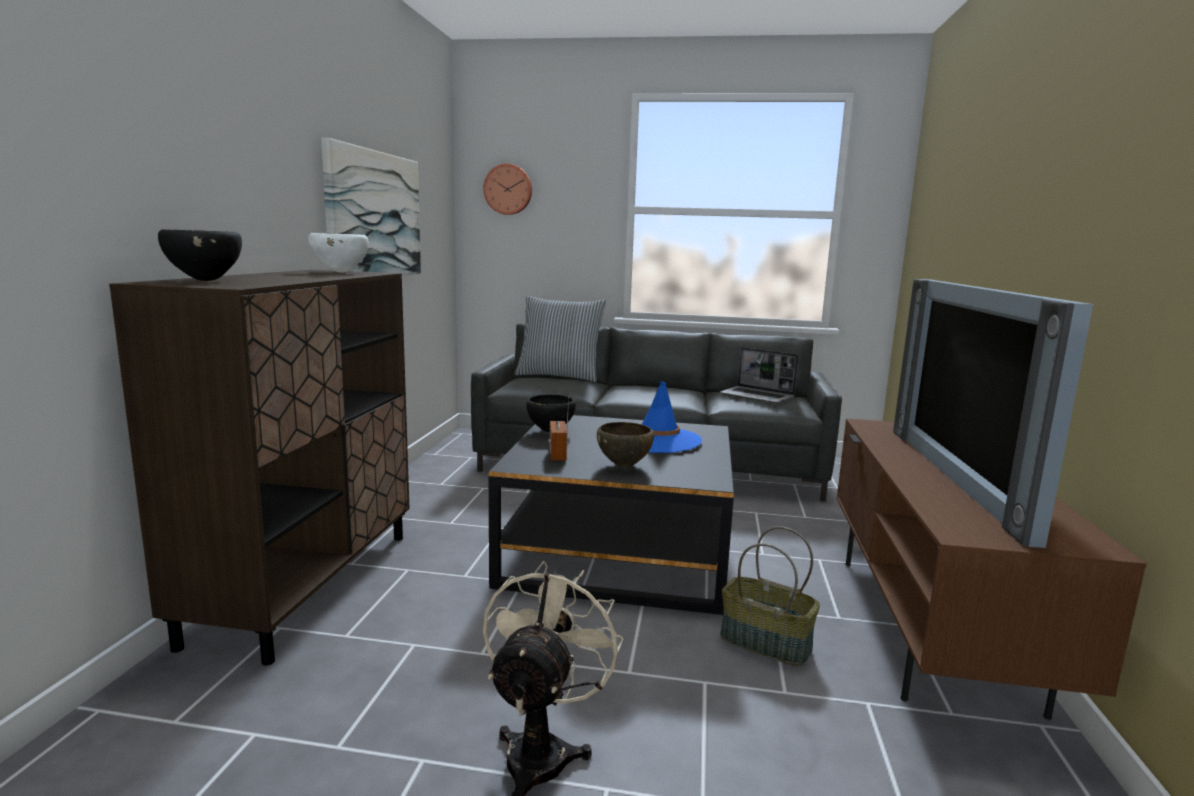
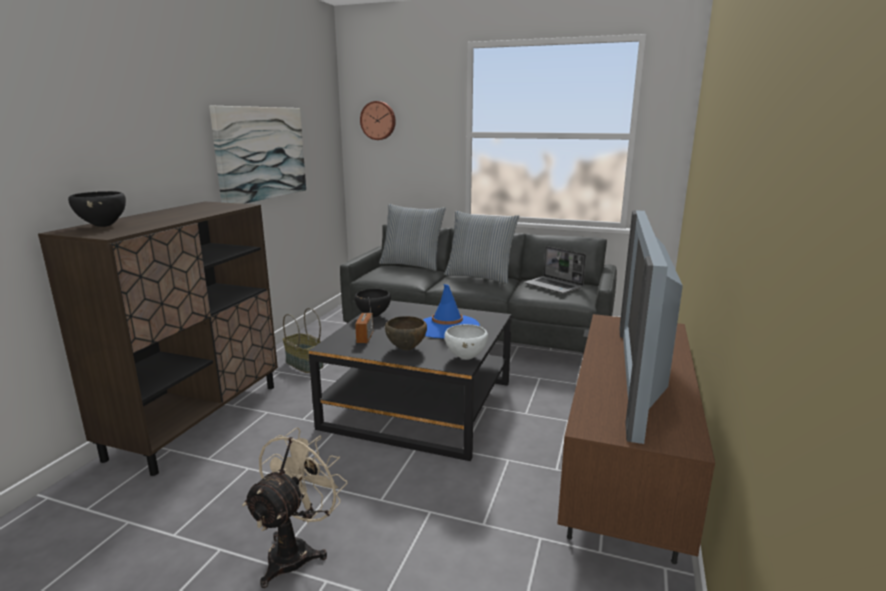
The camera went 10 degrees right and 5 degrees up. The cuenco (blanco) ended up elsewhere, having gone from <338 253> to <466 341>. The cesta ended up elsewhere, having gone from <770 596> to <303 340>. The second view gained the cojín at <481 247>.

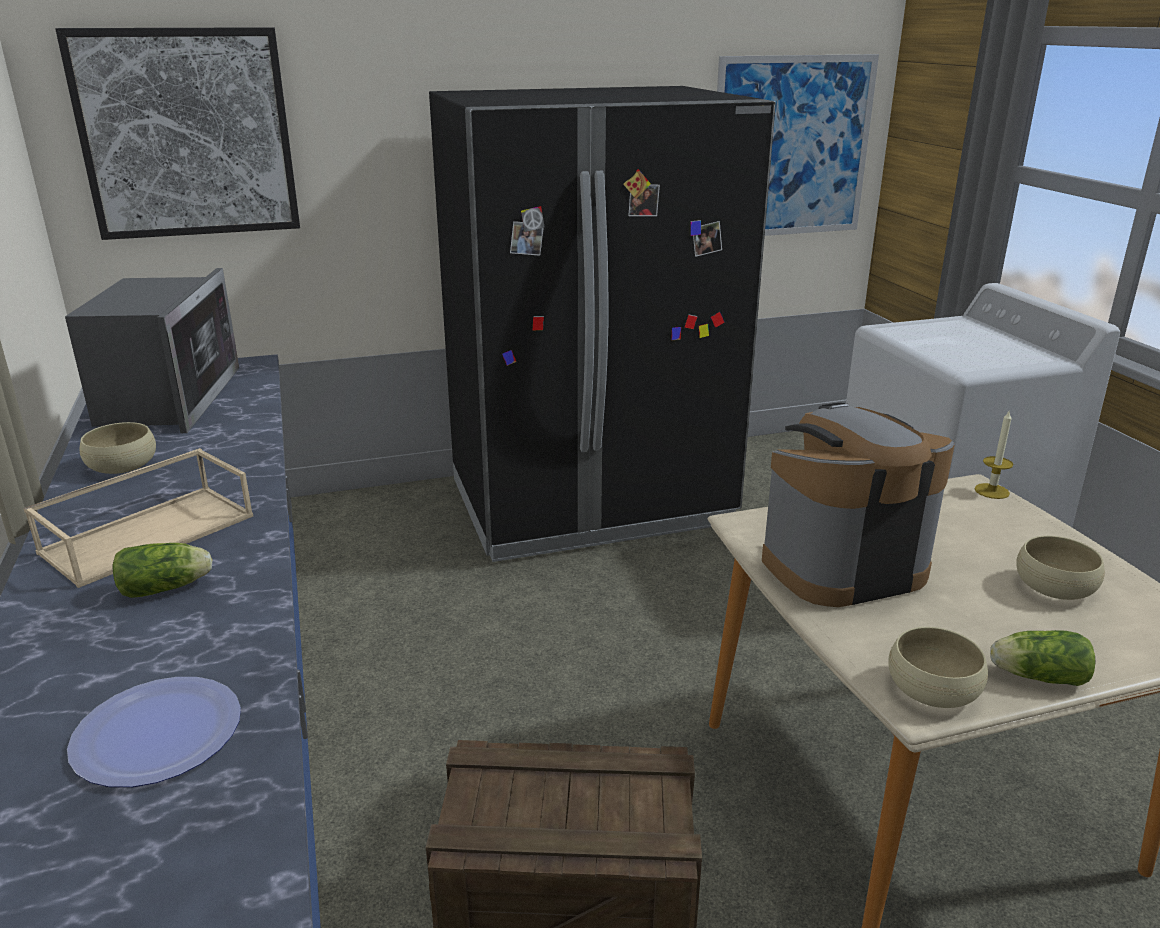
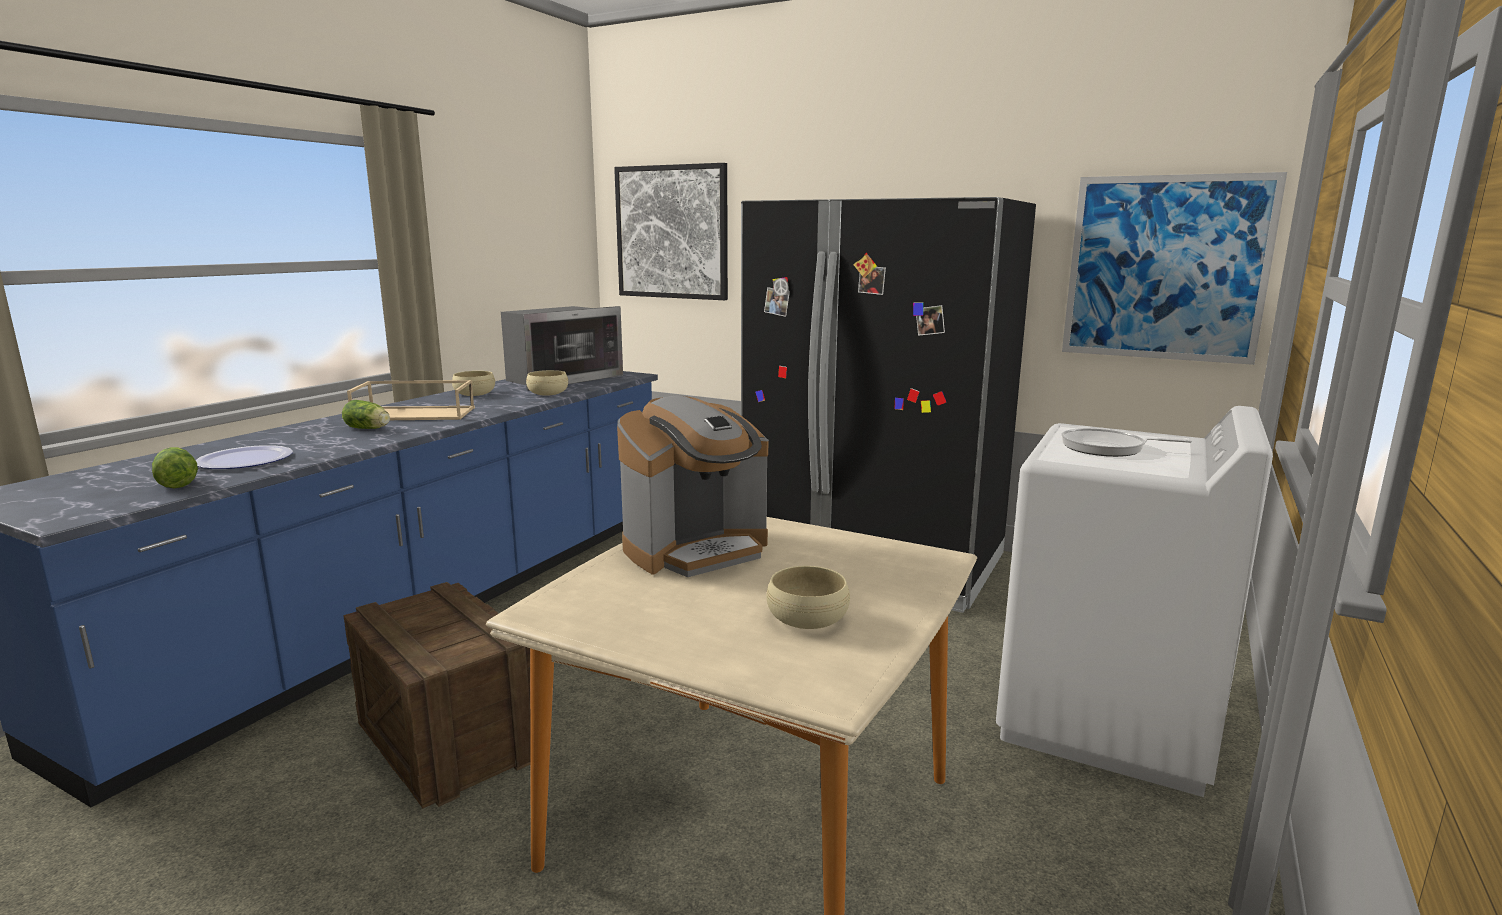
The camera went 45 degrees right and 10 degrees down. The cafetera at <858 505> ended up facing another way, 120 degrees clockwise from before. The second view lost the vela at <994 454>. The cuenco (beis) ended up elsewhere, having gone from <938 667> to <547 383>. The lechuga ended up elsewhere, having gone from <1042 658> to <175 467>. The second view gained the sartén at <1126 442>.

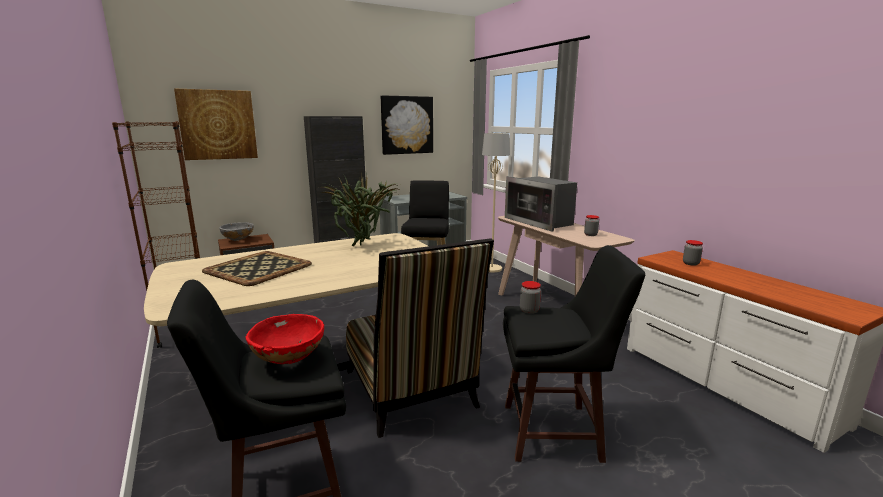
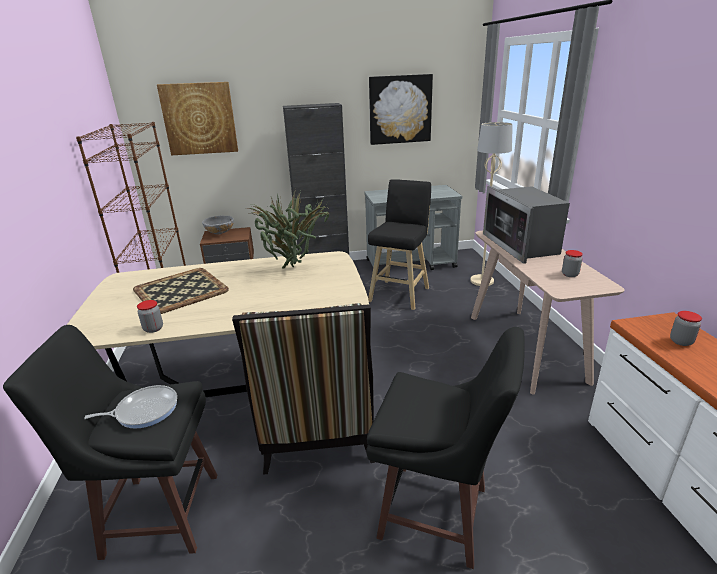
The camera went 20 degrees right and 10 degrees up. The tarro ended up elsewhere, having gone from <530 297> to <150 316>. Where the cuenco (rojo) stood at <284 339>, the sartén came to stand at <130 407>.

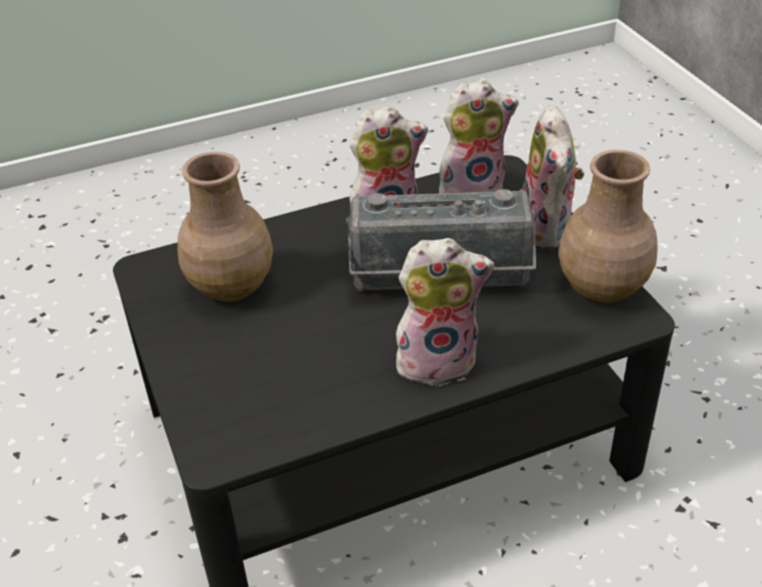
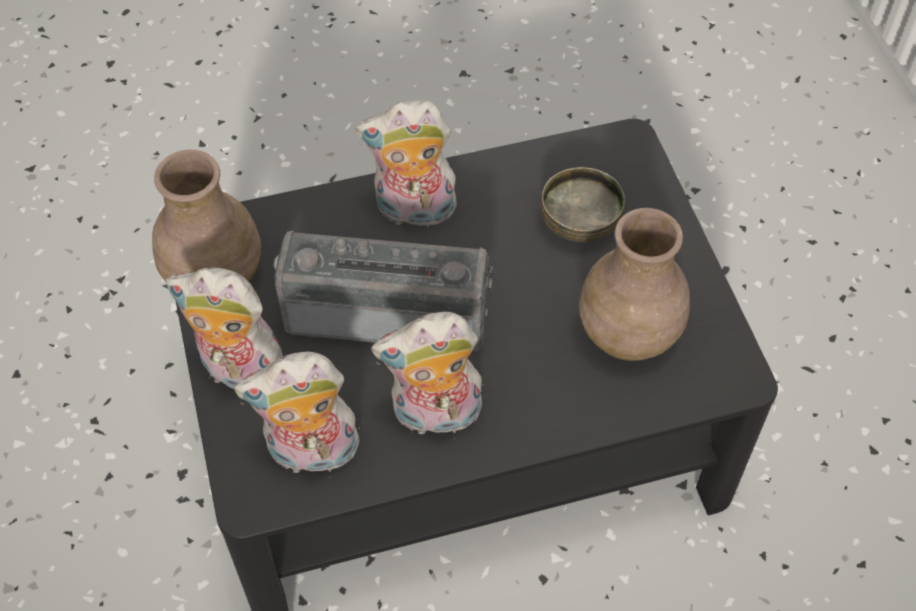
The camera went 175 degrees left and 15 degrees up. The peluche at <553 176> ended up facing another way, 75 degrees counterclockwise from before. The second view gained the cuenco at <583 204>.

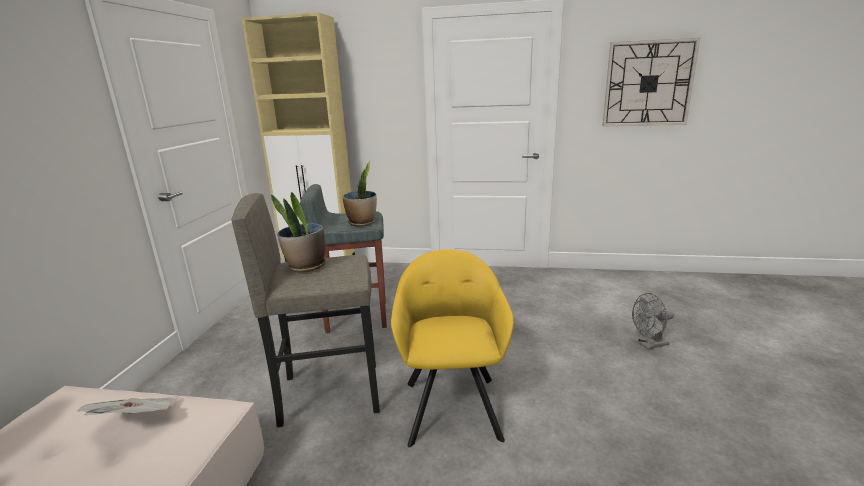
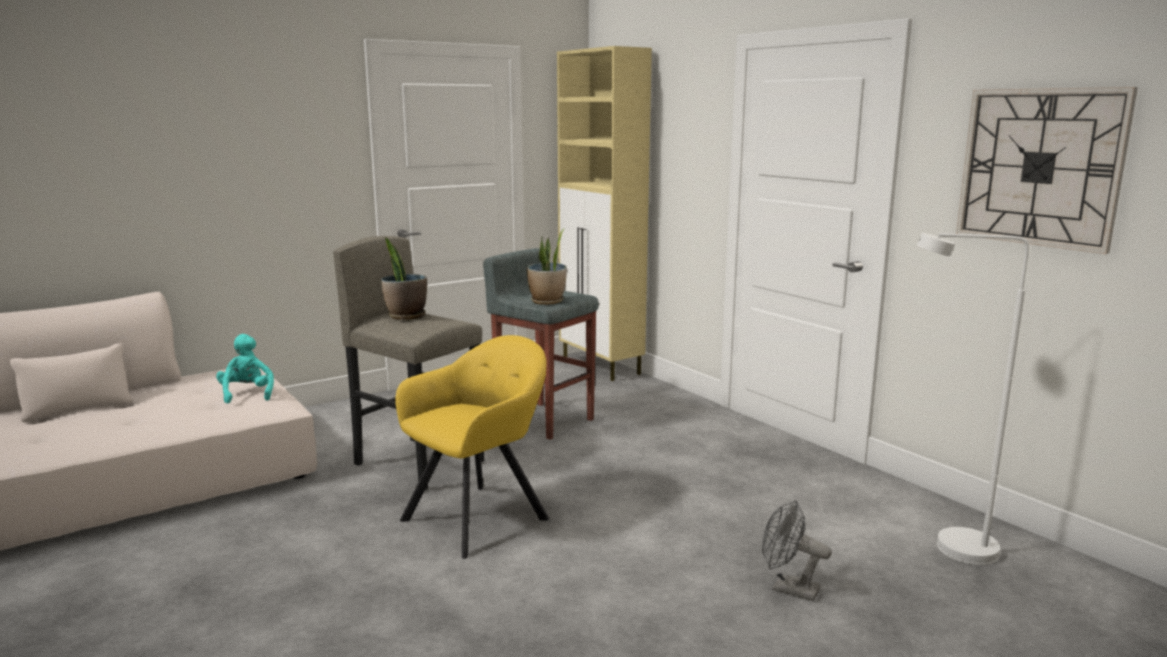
The camera went 45 degrees right and 5 degrees down. Where the periódico stood at <128 405>, the peluche (turquesa) came to stand at <245 369>. The second view gained the lámpara de pie (blanco) at <973 399>.

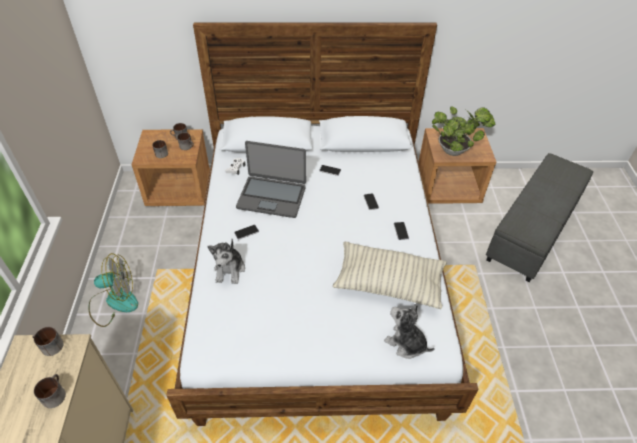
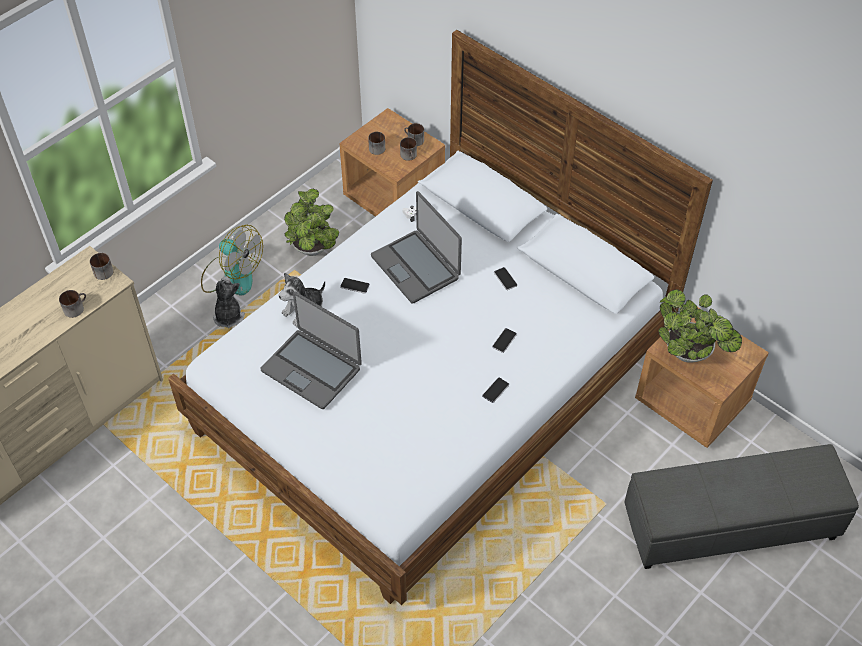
The camera went 45 degrees right and 5 degrees up. The second view lost the cojín at <390 275>. The peluche ended up elsewhere, having gone from <409 331> to <229 302>. The second view gained the planta en maceta at <311 222>. The second view gained the portátil at <311 350>.

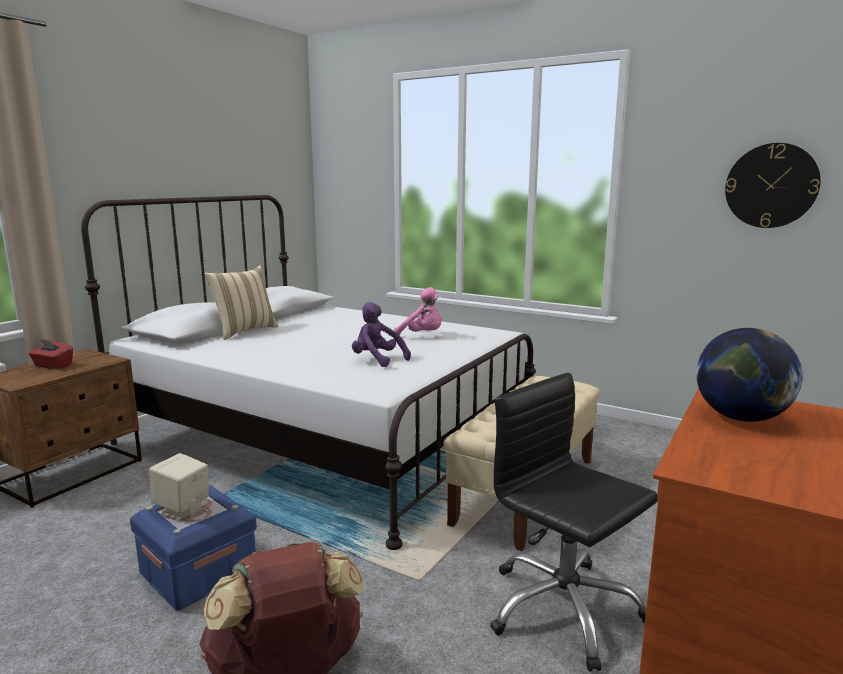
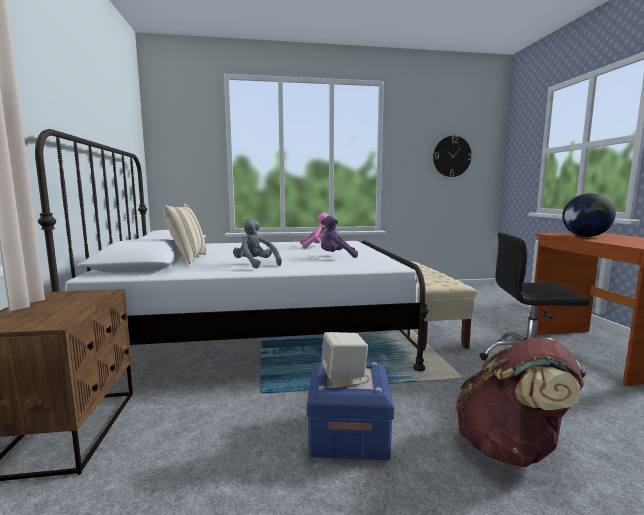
The camera went 40 degrees left and 5 degrees down. The second view lost the caja de pañuelos (rojo) at <51 354>. The second view gained the peluche (gris) at <257 243>.

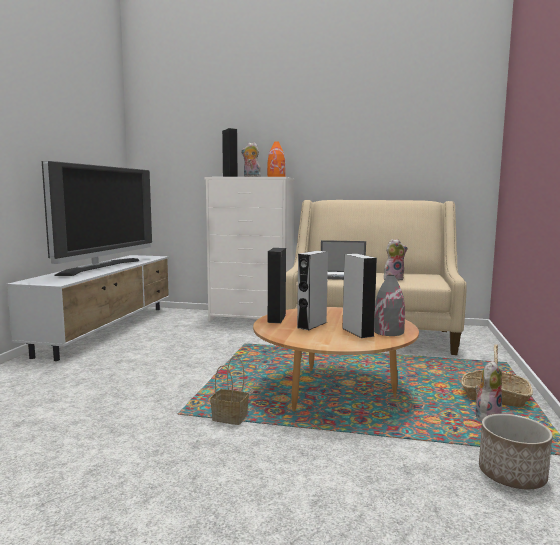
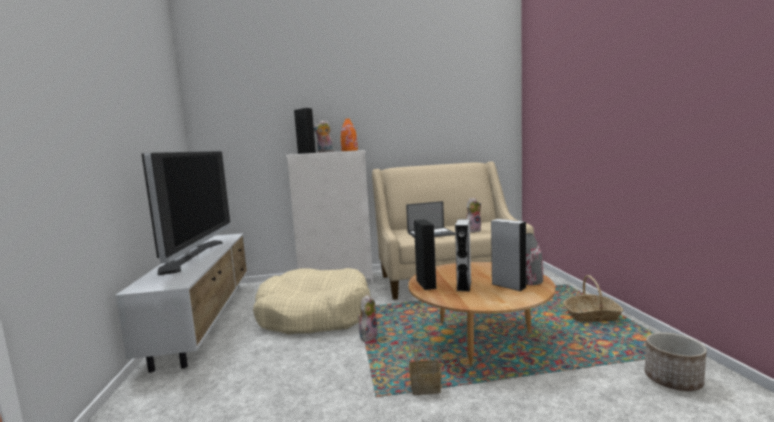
The camera went 20 degrees left and 0 degrees up. The peluche ended up elsewhere, having gone from <488 391> to <368 318>. The second view gained the cama para perro (beis) at <312 301>.

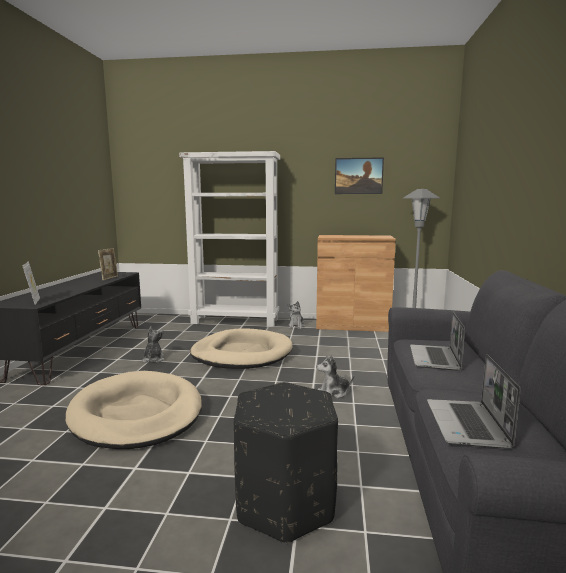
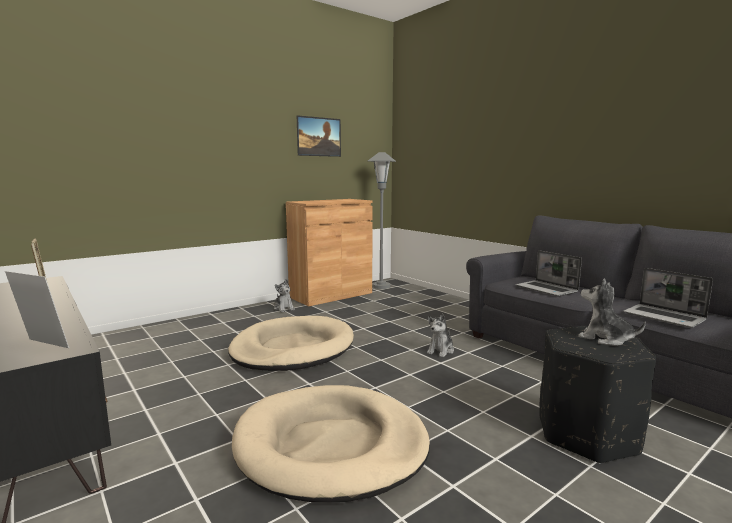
The camera went 45 degrees left and 0 degrees up. The second view lost the estantería (blanco) at <229 239>. The peluche ended up elsewhere, having gone from <153 344> to <612 312>.

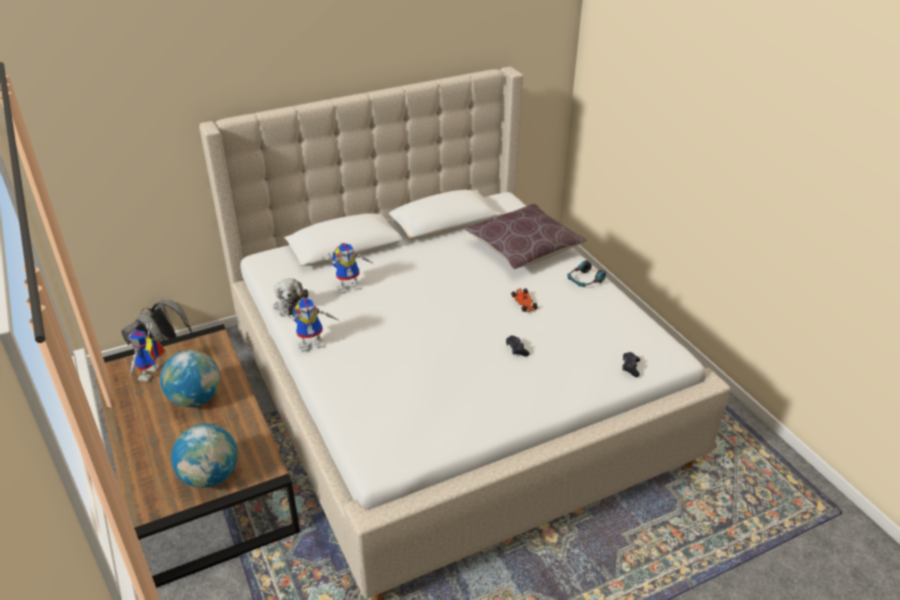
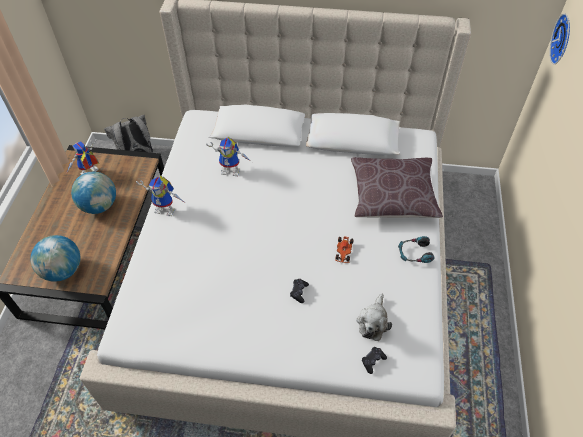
The camera went 35 degrees right and 15 degrees up. The peluche ended up elsewhere, having gone from <290 296> to <374 317>. The second view gained the reloj de pared at <559 38>.

